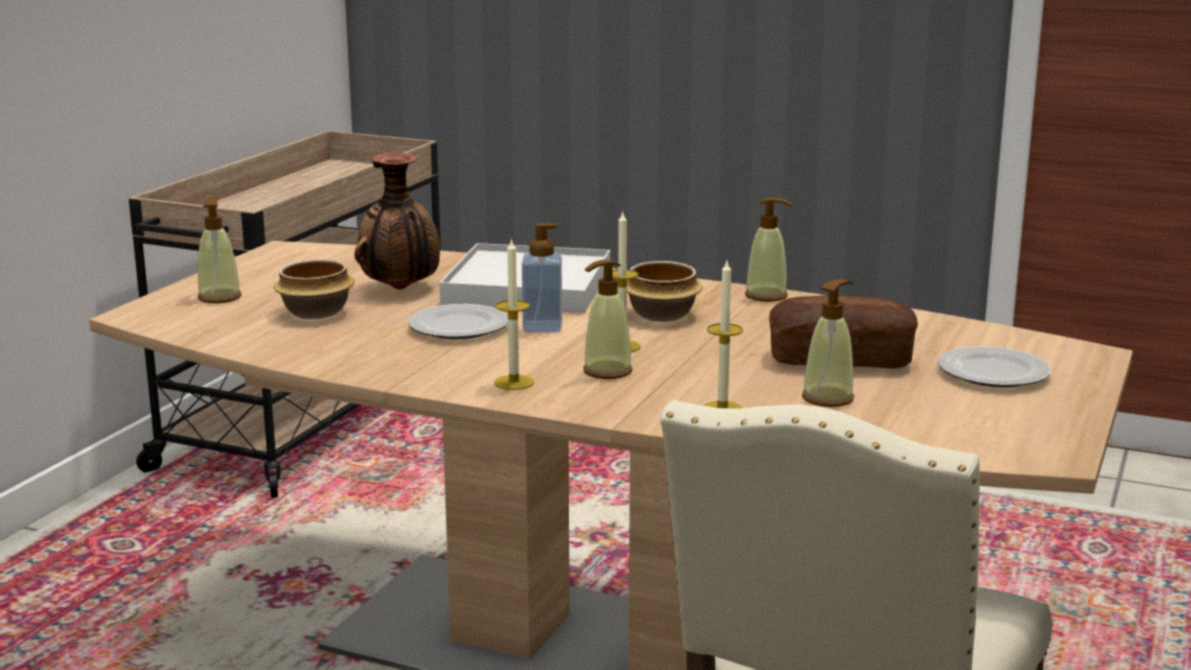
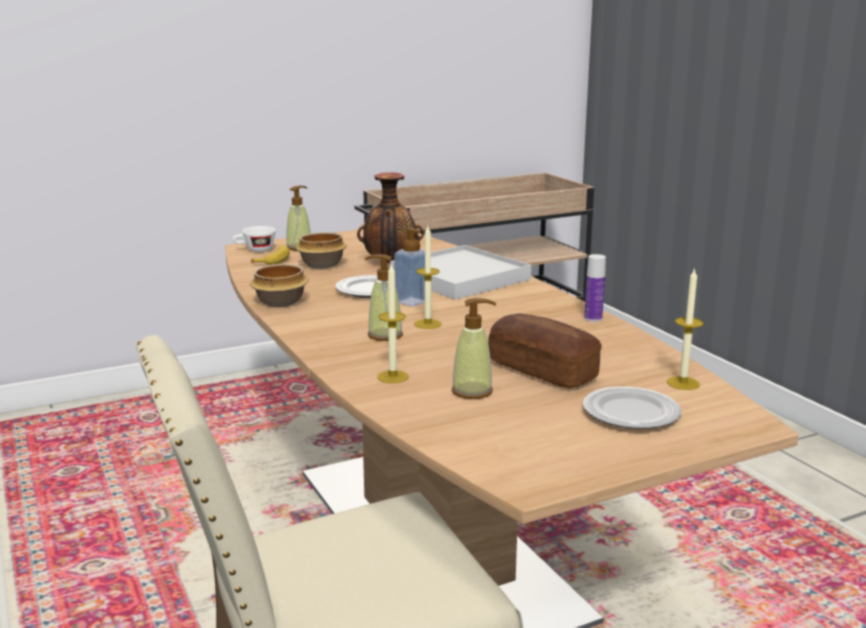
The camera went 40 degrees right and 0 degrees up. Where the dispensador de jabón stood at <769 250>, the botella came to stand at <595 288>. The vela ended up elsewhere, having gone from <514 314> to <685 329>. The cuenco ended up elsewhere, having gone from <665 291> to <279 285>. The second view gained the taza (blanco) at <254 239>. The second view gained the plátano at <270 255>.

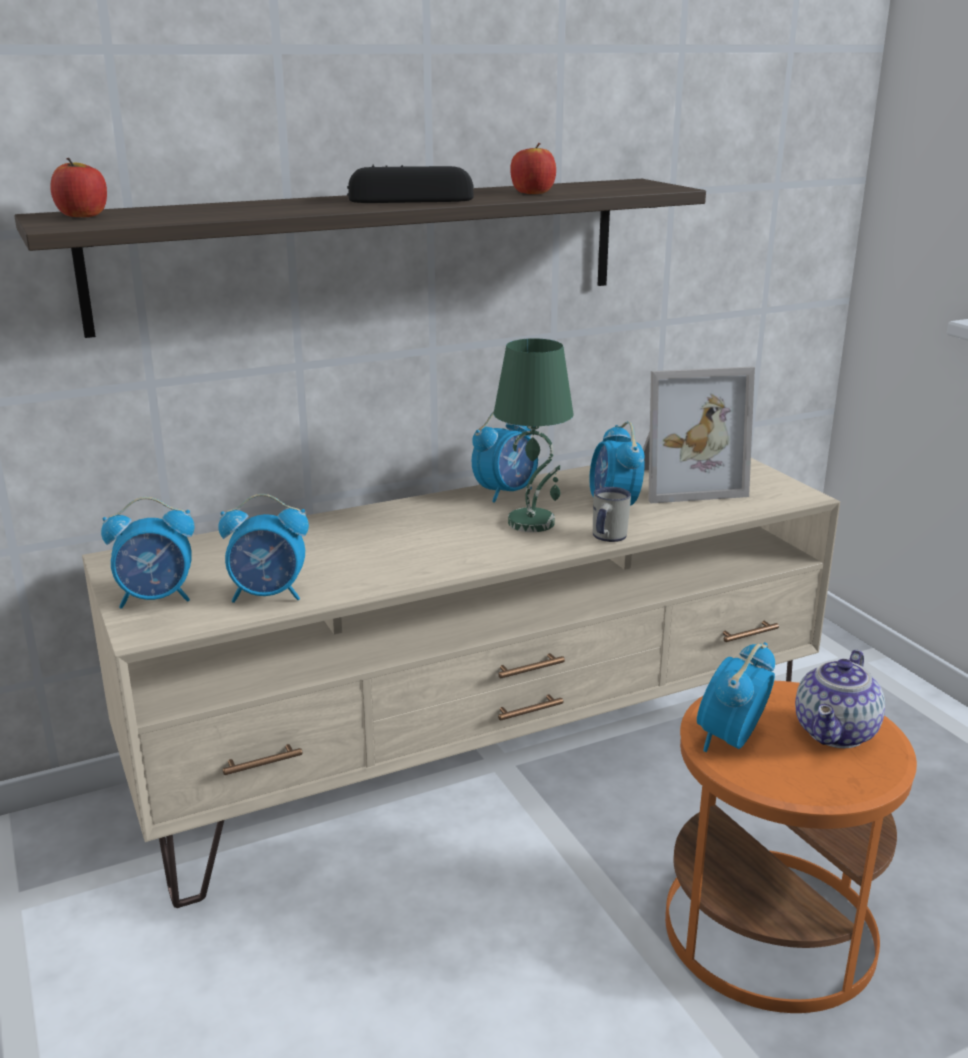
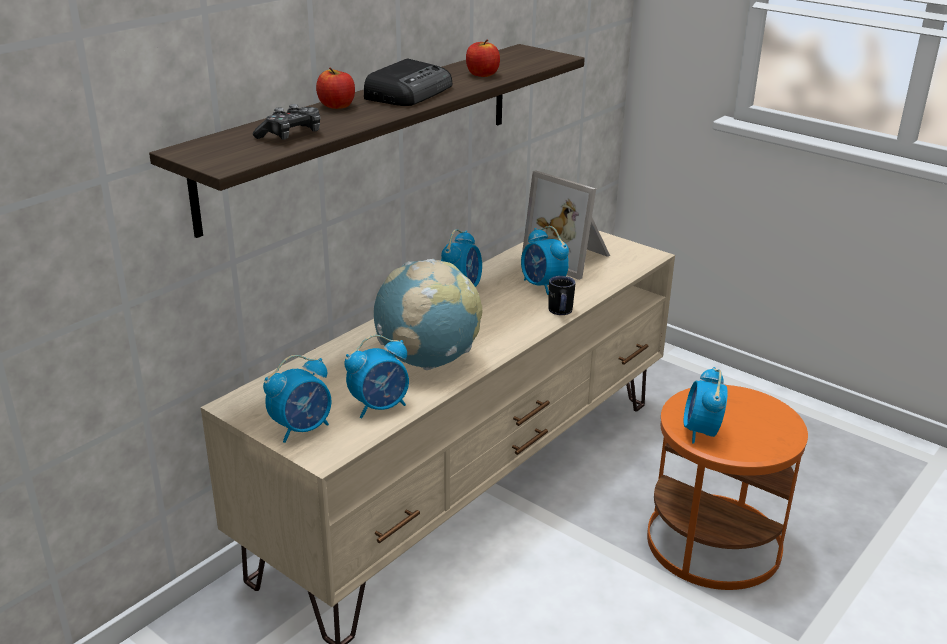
The camera went 25 degrees left and 5 degrees up. The manzana ended up elsewhere, having gone from <78 187> to <335 88>. The radio at <410 183> ended up facing another way, 150 degrees clockwise from before. The second view lost the lámpara de mesa (verde) at <533 435>. The portarretratos at <699 434> ended up facing another way, 75 degrees clockwise from before. What was the taza grande (blanco) at <612 514> turned into the taza grande (negro) at <561 295>. The second view lost the tetera at <840 698>. The second view gained the mando de consola at <286 122>. The second view gained the globo terráqueo at <428 314>.

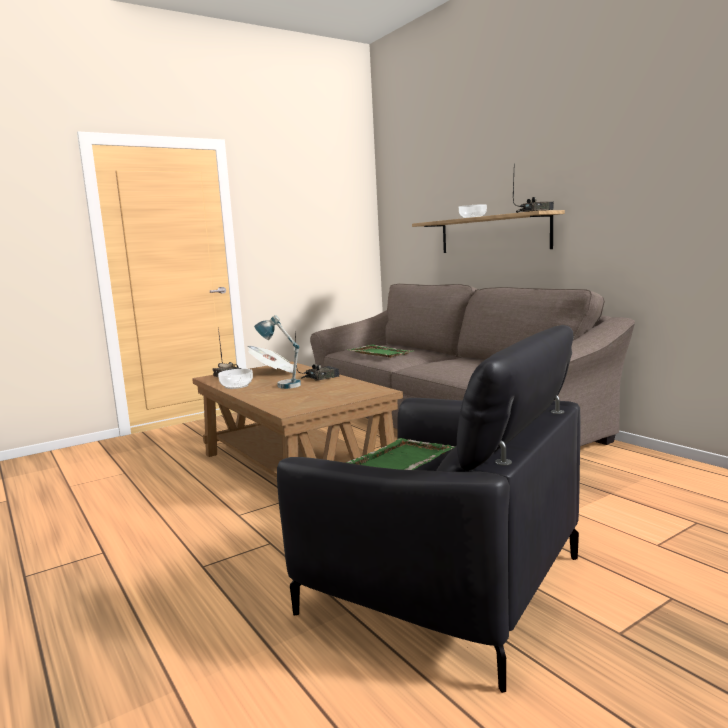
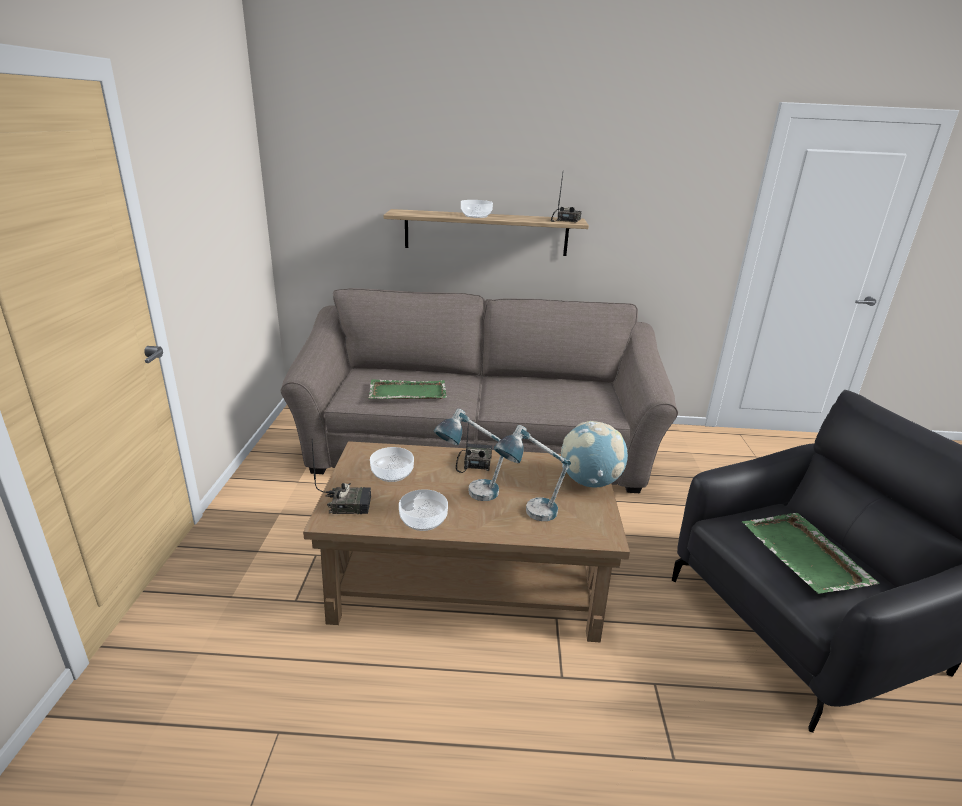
The camera went 55 degrees left and 15 degrees up. Where the periódico stood at <270 359>, the cuenco came to stand at <392 464>. The second view gained the globo terráqueo at <594 454>. The second view gained the lámpara de mesa at <532 473>.

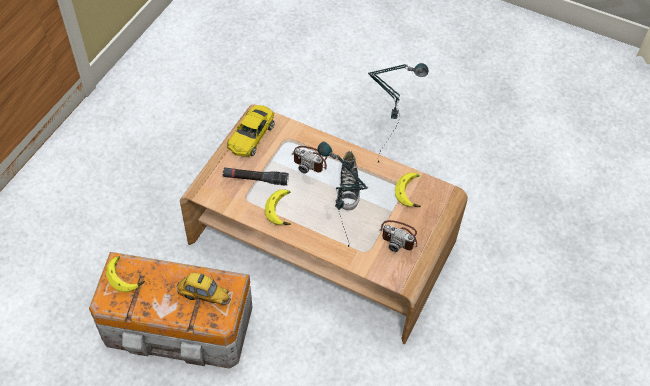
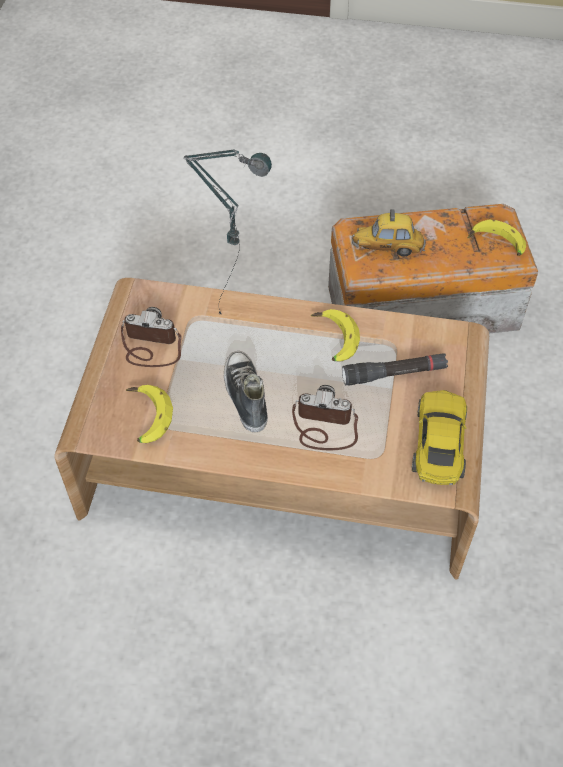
The camera went 165 degrees right and 0 degrees up. The second view lost the lámpara de mesa at <398 112>.

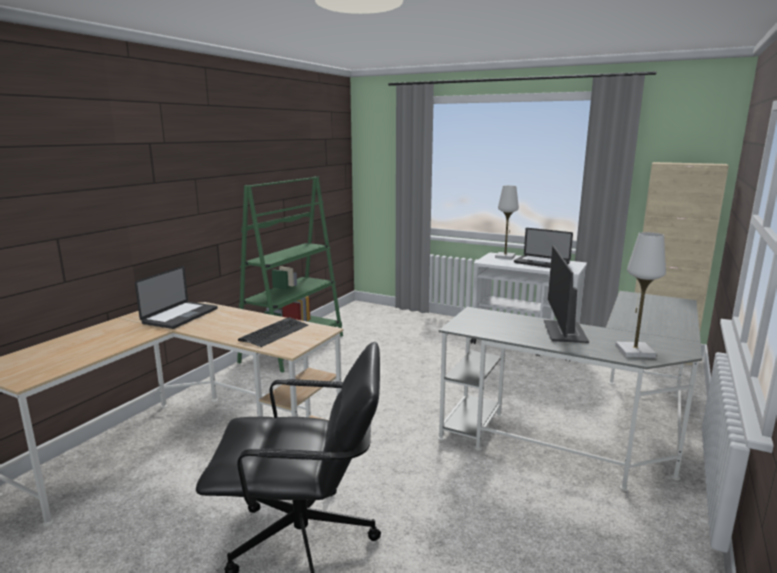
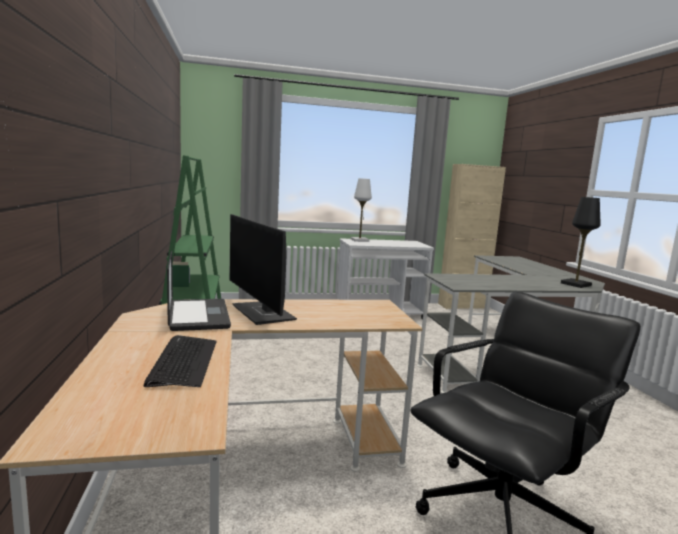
The camera went 40 degrees left and 5 degrees down. The second view lost the portátil at <543 248>. What was the lámpara de mesa (blanco) at <641 295> turned into the lámpara de mesa (negro) at <580 242>. The monitor ended up elsewhere, having gone from <566 294> to <263 269>. The teclado ended up elsewhere, having gone from <273 332> to <180 361>.

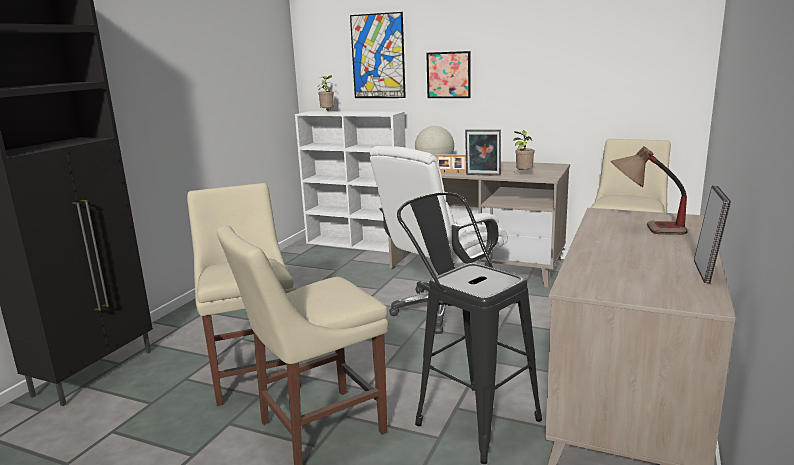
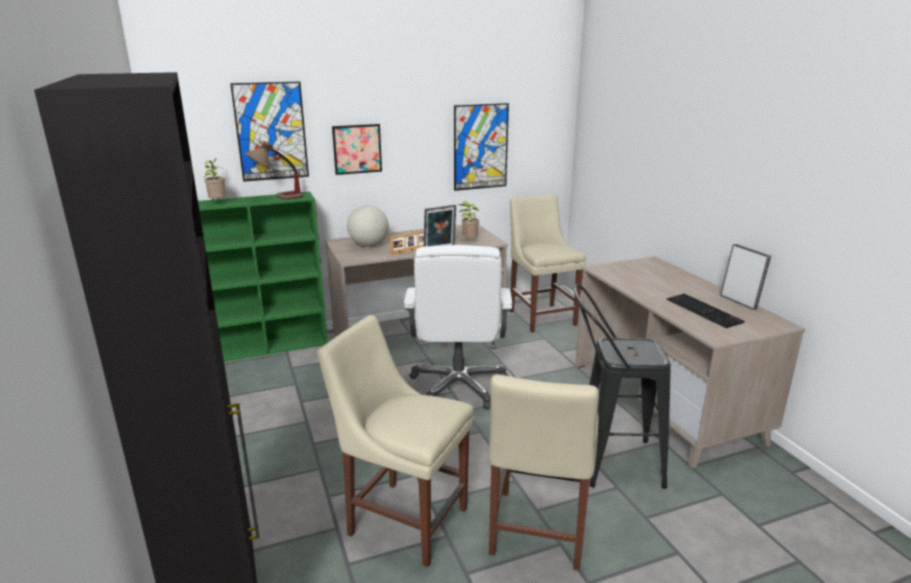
The camera went 45 degrees left and 5 degrees up. What was the estantería (blanco) at <350 181> turned into the estantería (verde) at <263 277>. The lámpara de mesa ended up elsewhere, having gone from <649 190> to <274 170>. The second view gained the cuadro at <481 147>. The second view gained the teclado at <706 311>.

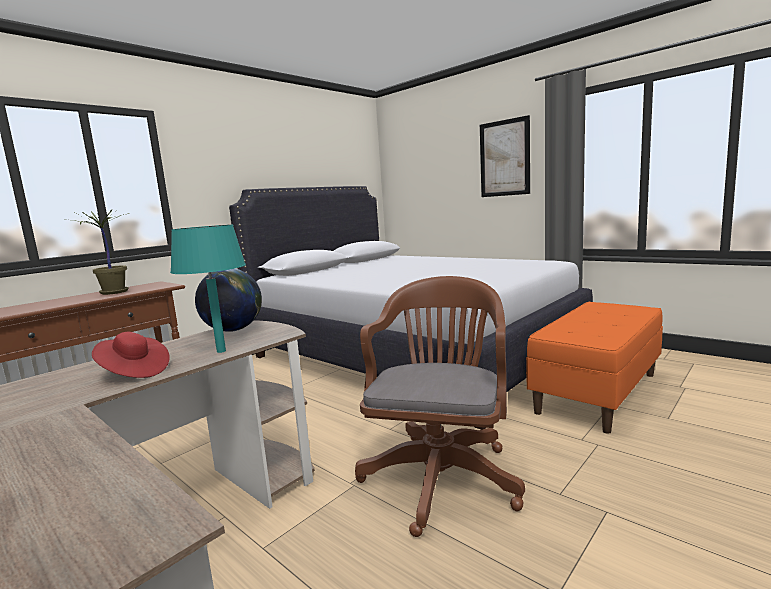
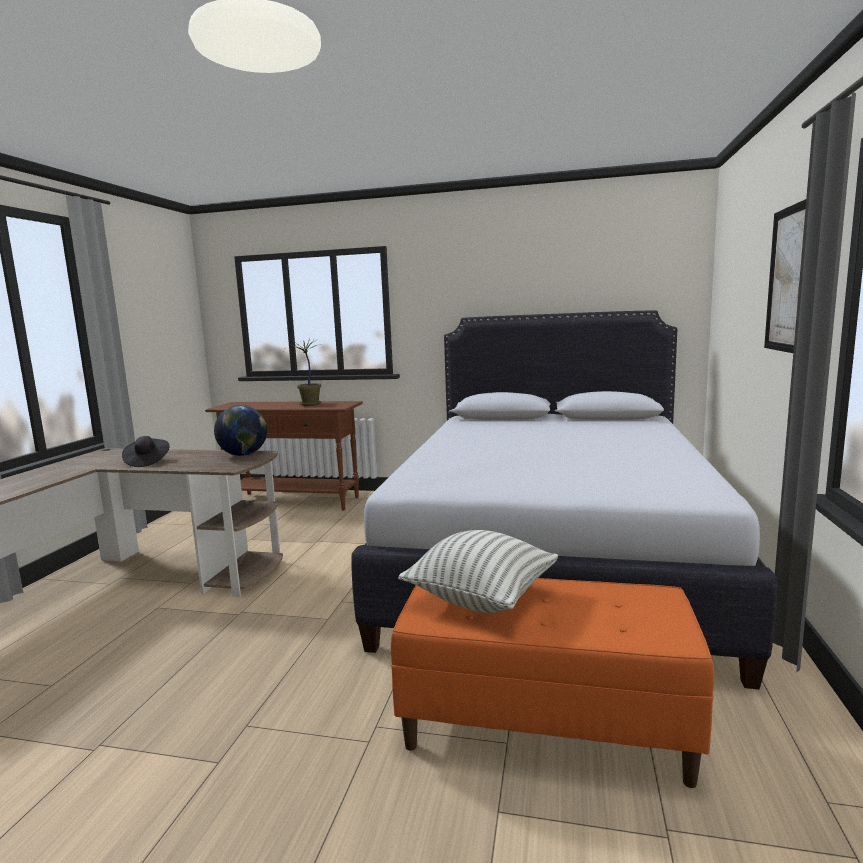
The camera went 60 degrees right and 0 degrees up. The second view lost the lámpara de mesa (turquesa) at <208 289>. The second view lost the silla de oficina (marrón) at <440 406>. What was the sombrero (rojo) at <131 355> turned into the sombrero (negro) at <145 451>. The second view gained the cojín at <478 571>.

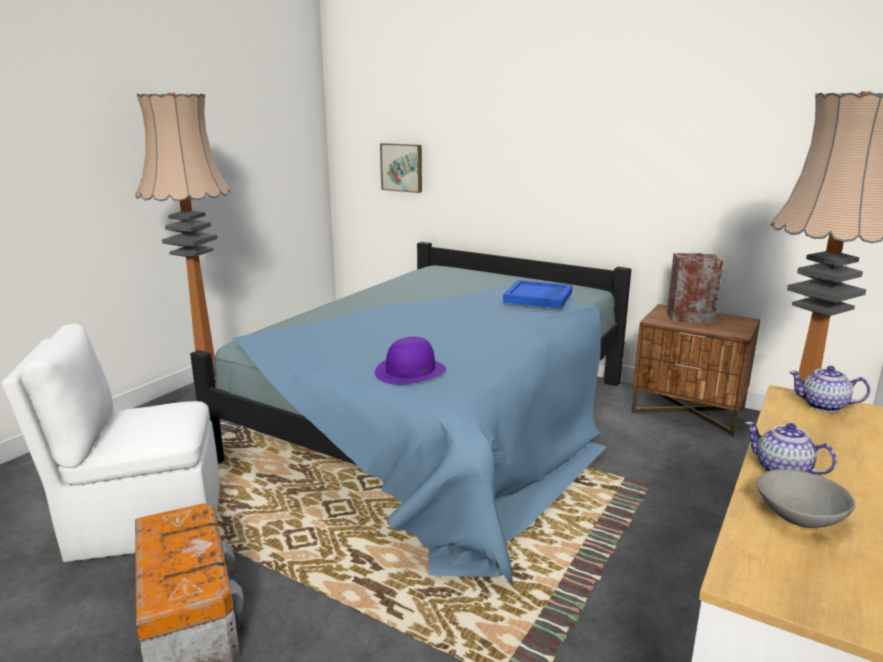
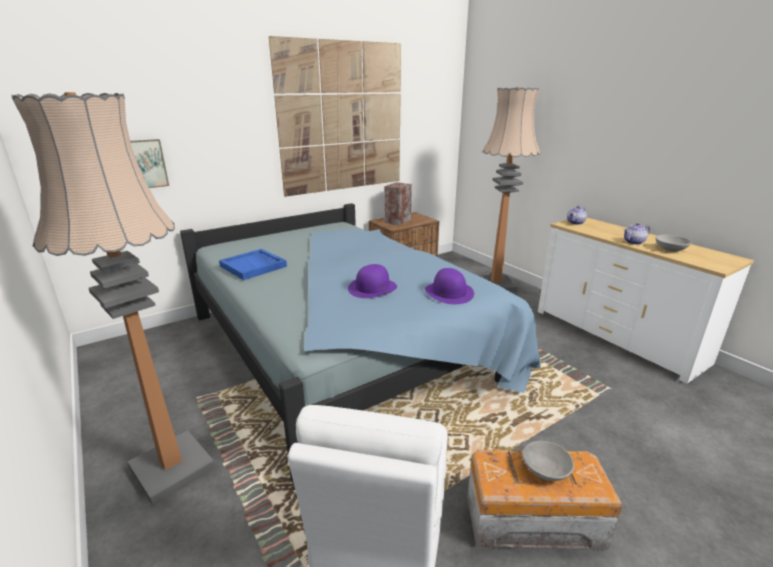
The camera went 65 degrees left and 5 degrees up. The bandeja (azul) ended up elsewhere, having gone from <538 294> to <253 264>. The second view gained the cuadro at <335 116>. The second view gained the sombrero (morado) at <372 281>. The second view gained the cuenco (gris) at <548 461>.

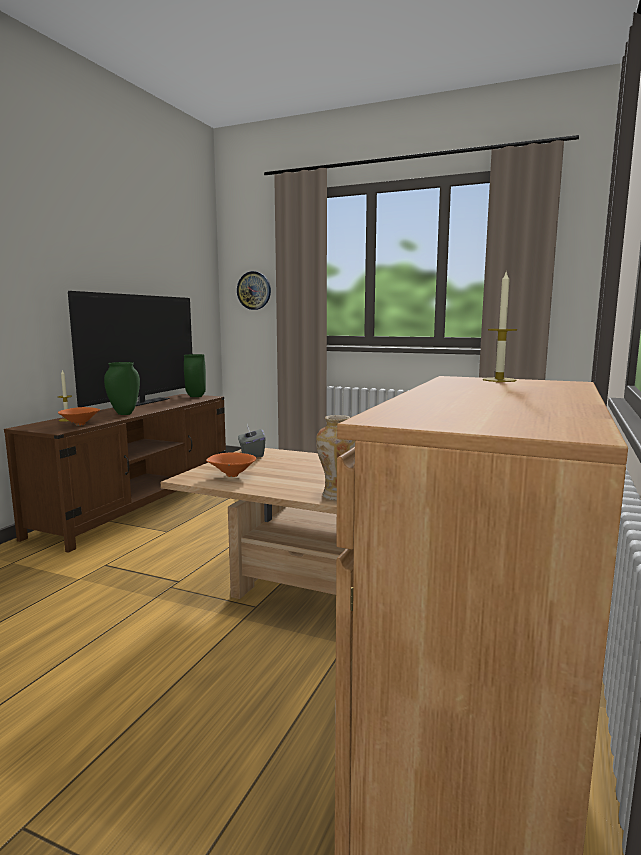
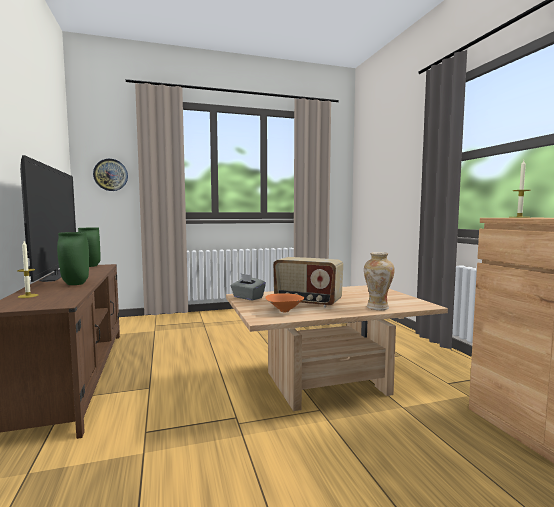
The camera went 40 degrees left and 5 degrees down. The second view lost the cuenco (naranja) at <79 416>. The second view gained the radio at <308 282>.

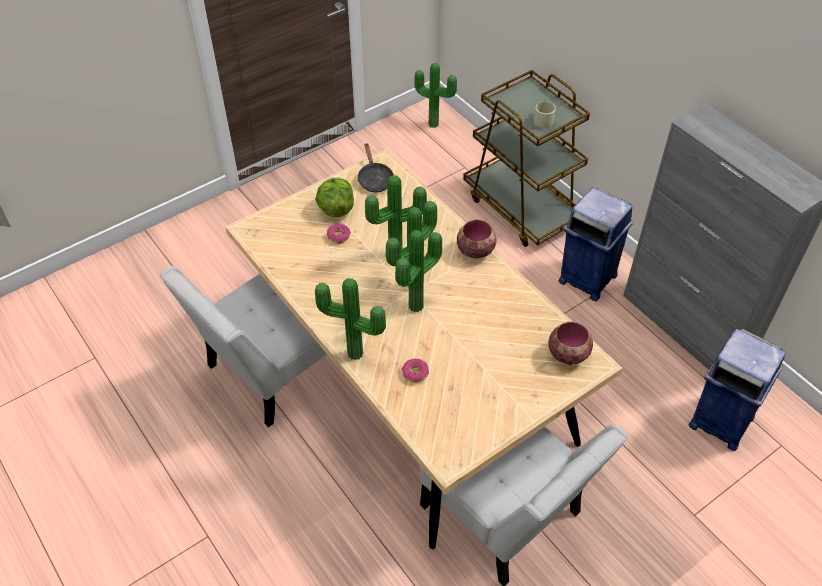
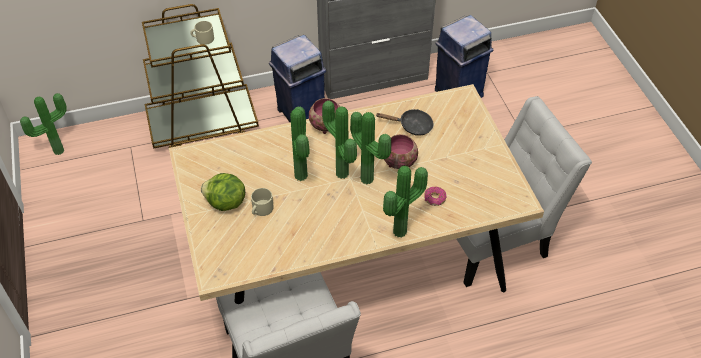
The camera went 70 degrees left and 0 degrees up. The sartén (negro) ended up elsewhere, having gone from <376 167> to <405 122>. Where the rosquilla stood at <339 234>, the taza grande (beis) came to stand at <262 202>. The cuenco ended up elsewhere, having gone from <570 343> to <401 151>.

